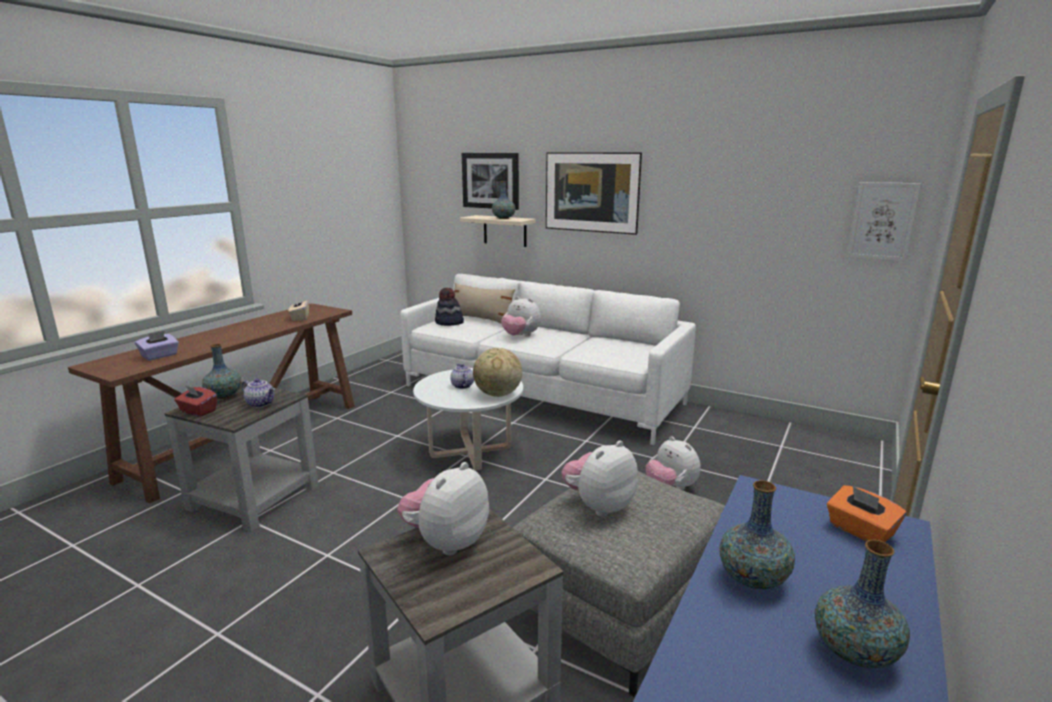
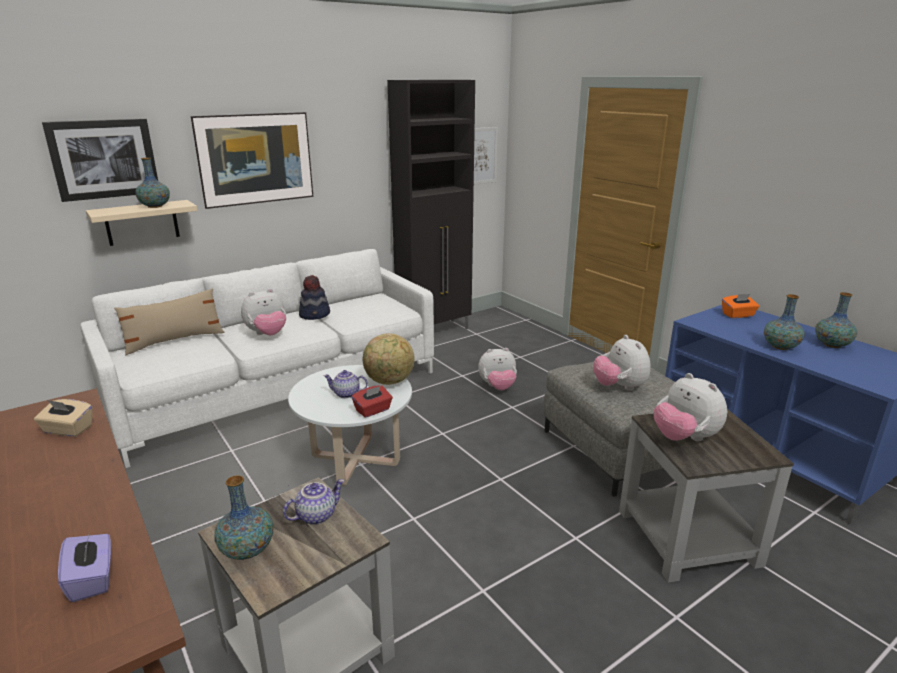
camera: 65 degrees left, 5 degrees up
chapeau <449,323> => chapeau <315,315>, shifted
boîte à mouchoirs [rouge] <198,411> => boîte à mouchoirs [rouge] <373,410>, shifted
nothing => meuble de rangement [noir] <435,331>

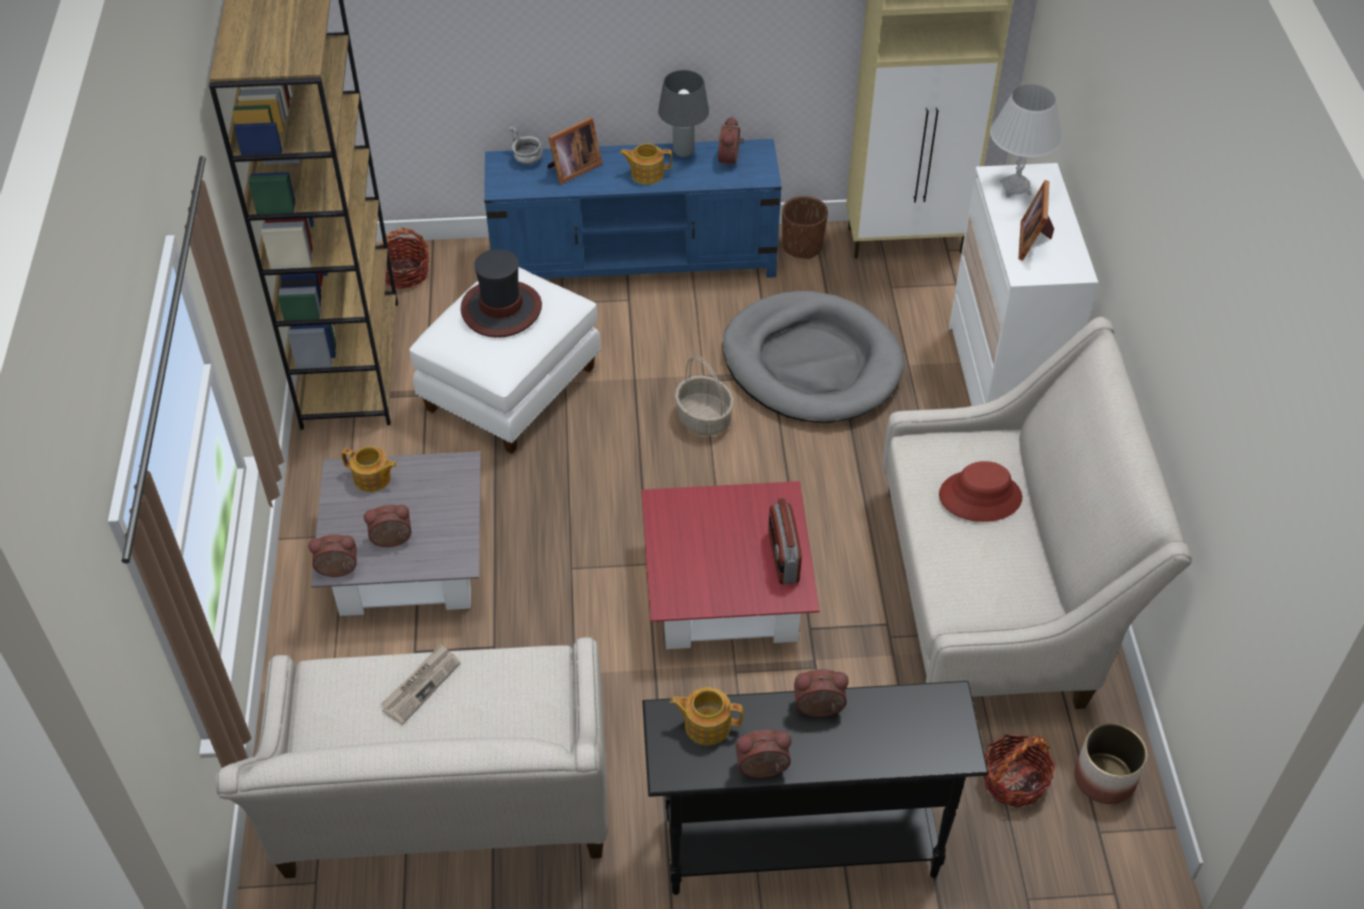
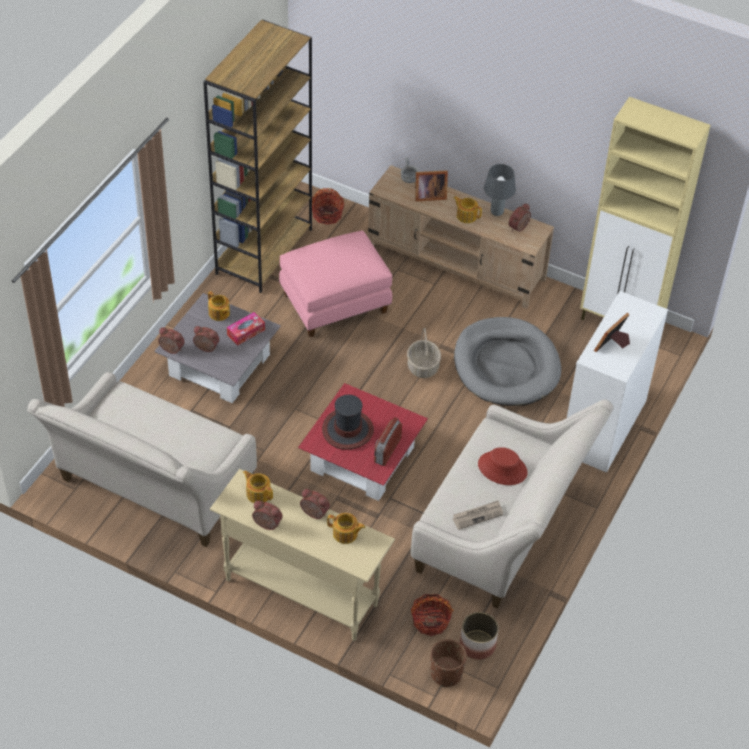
camera: 30 degrees right, 0 degrees up
table console [noir] <799,845> => table console [beige] <301,591>
nothing => boîte à mouchoirs <246,332>
pouf [blanc] <510,388> => pouf [rose] <335,302>
chapeau <501,309> => chapeau <347,430>, shifted
nothing => théière <345,534>
meuble télé [bleu] <635,259> => meuble télé [beige] <456,263>
cache-pot [marron] <802,246> => cache-pot [marron] <446,674>, shifted
journal <421,685> => journal <477,515>, shifted
lampe de table [blanc] <1015,188> => nothing

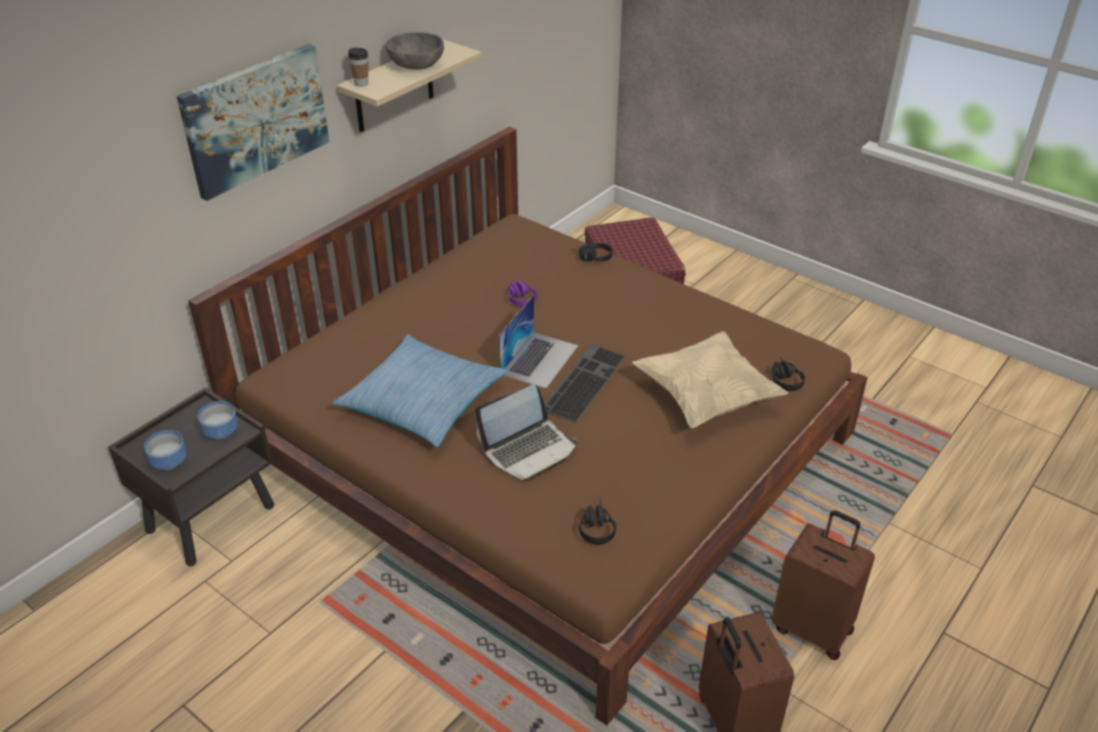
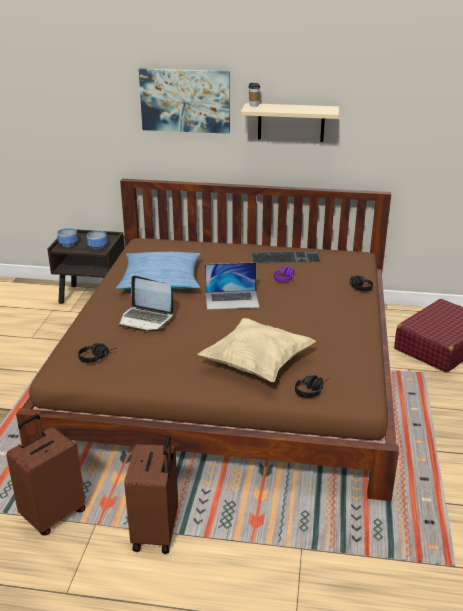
camera: 60 degrees right, 10 degrees down
clavier <582,381> => clavier <286,257>, shifted
bol [gris] <416,65> => nothing

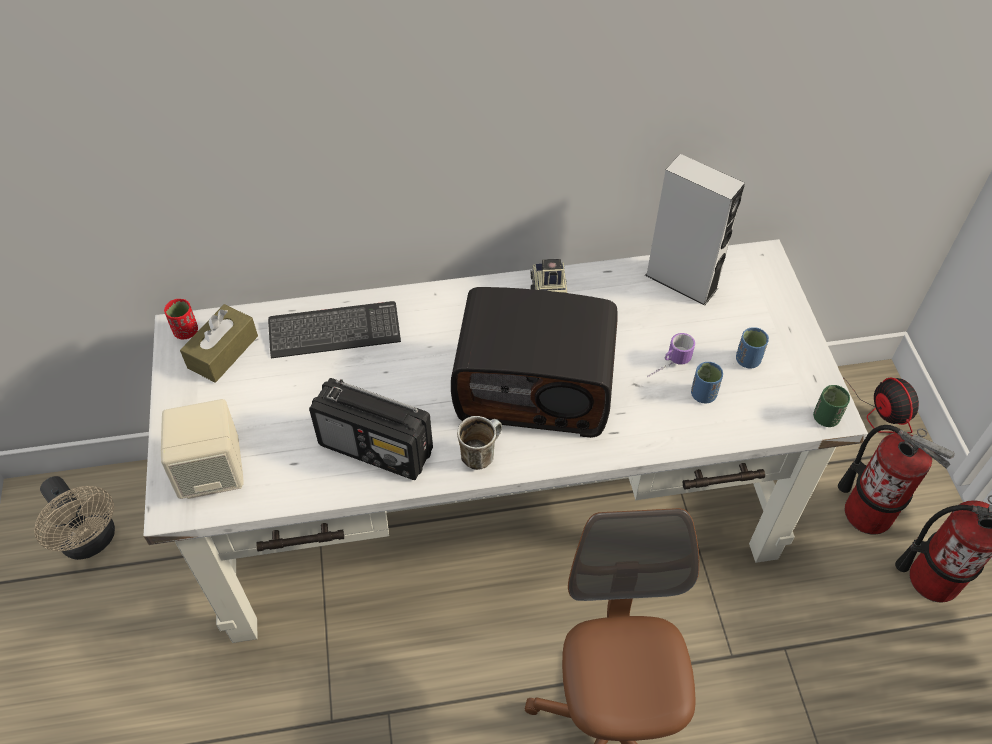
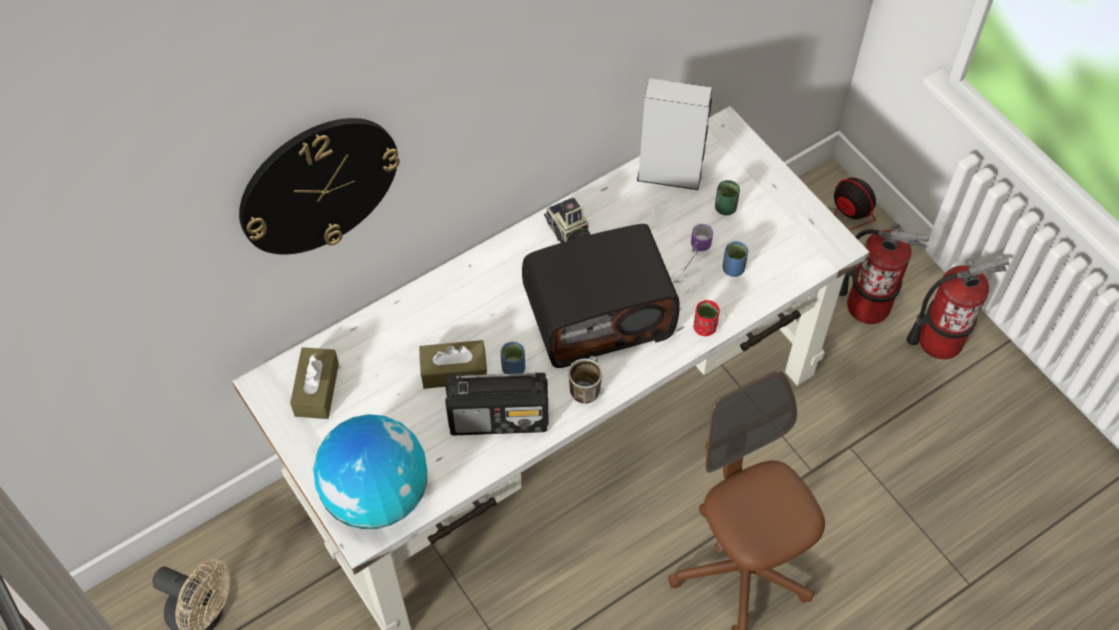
camera: 25 degrees left, 5 degrees up
nothing => horloge murale <318,185>
enceinte [beige] <213,472> => globe <377,494>
nothing => boîte à mouchoirs [marron] <454,371>
tasse [bleu] <747,360> => tasse [bleu] <513,368>, shifted
tasse [rouge] <186,331> => tasse [rouge] <704,327>, shifted
tasse [vert] <825,417> => tasse [vert] <725,208>, shifted
clavier <334,332> => nothing

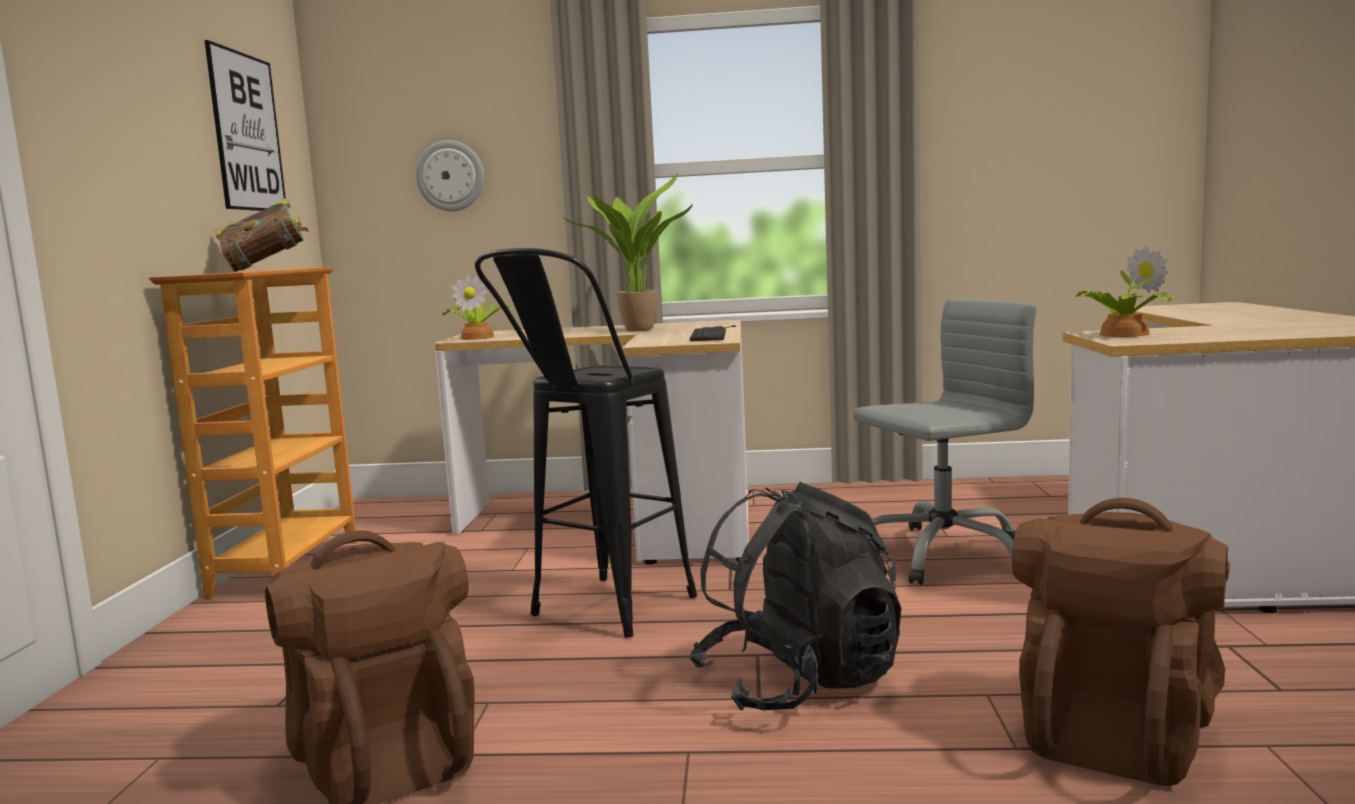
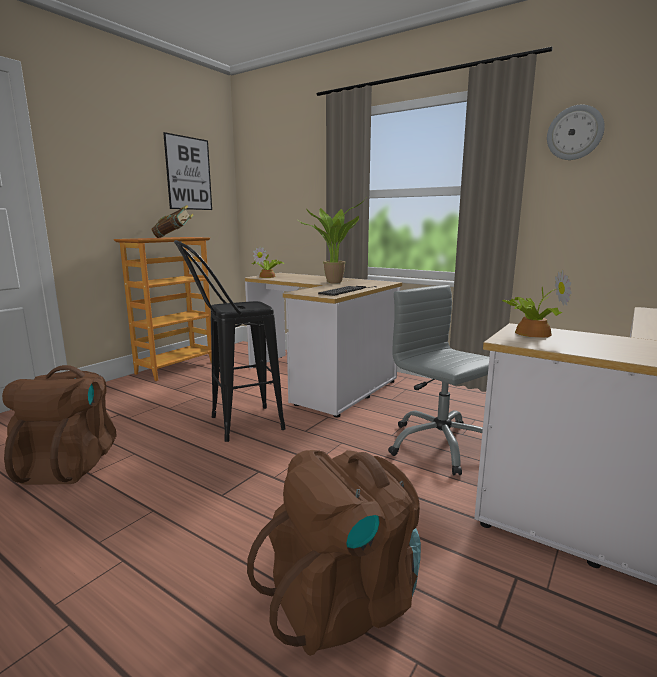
camera: 30 degrees right, 5 degrees up
chaise de bureau [gris] <943,555> => chaise de bureau [gris] <440,445>, 135 degrees counterclockwise
horloge murale <450,176> => horloge murale <575,133>, shifted
sac à dos [noir] <799,682> => nothing

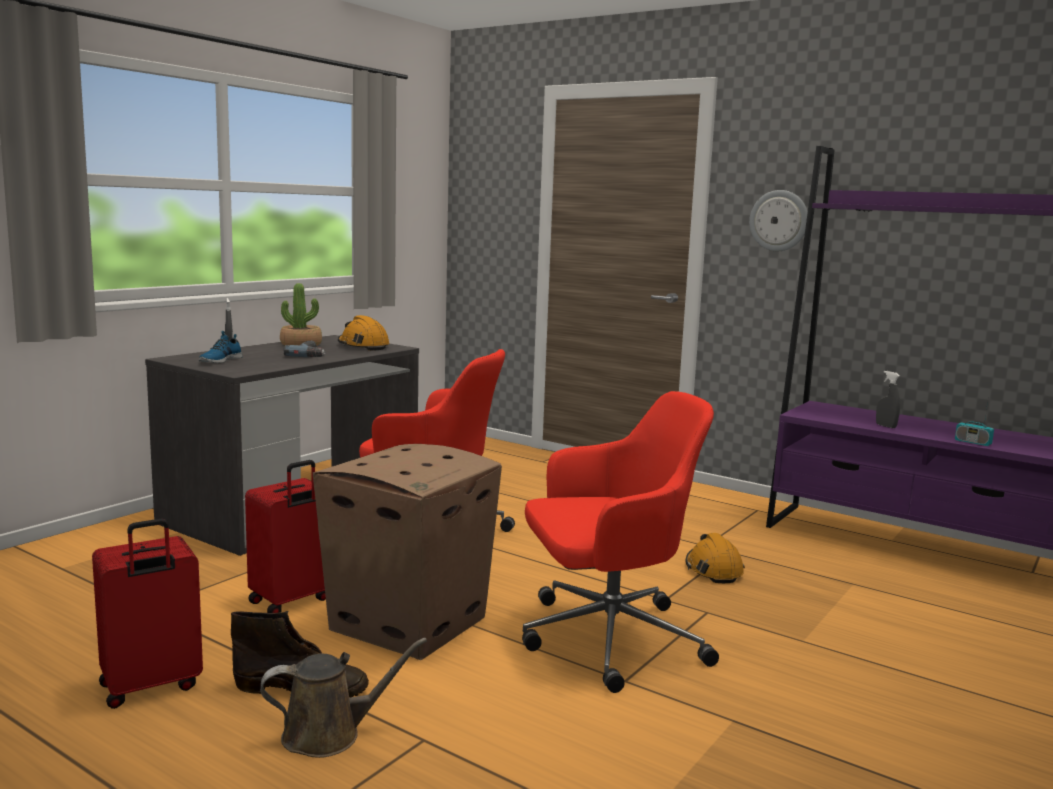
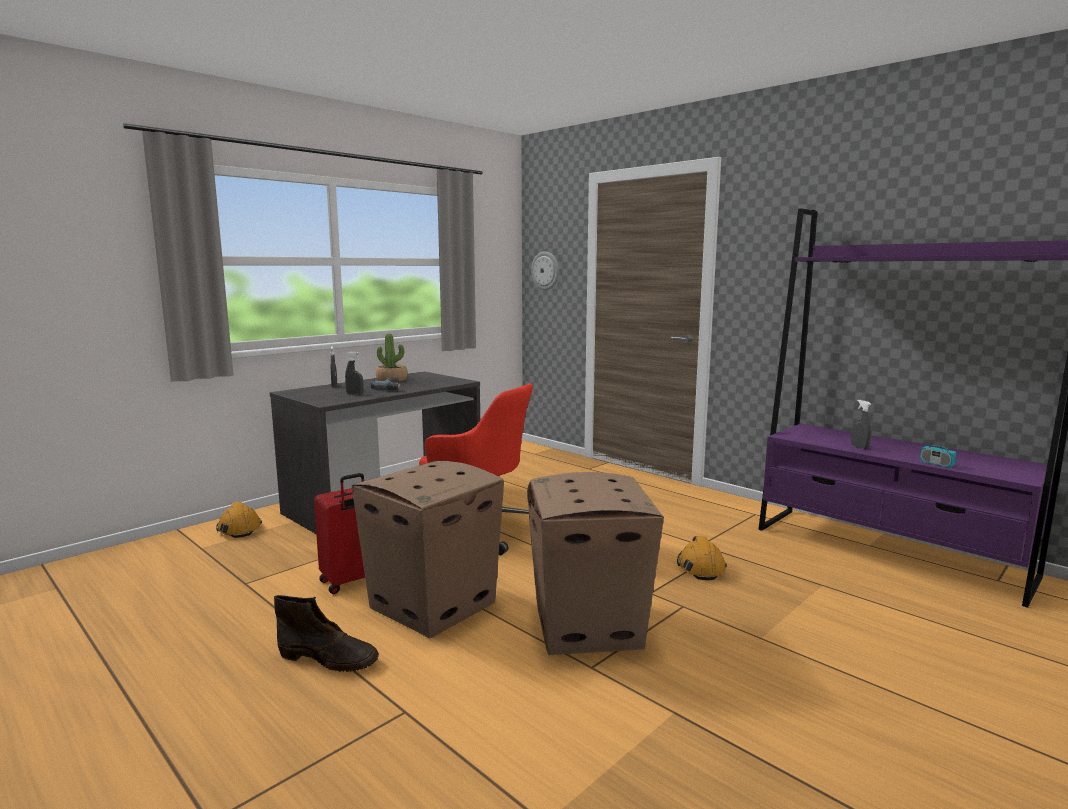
camera: 10 degrees right, 0 degrees up
casque de chantier [orange] <363,346> => casque de chantier [orange] <239,528>, shifted
nothing => vaporisateur [gris] <354,394>
chaise de bureau [rouge] <607,639> => carton <588,627>
horloge murale <779,220> => horloge murale <546,270>, shifted
valise [rouge] <151,687> => nothing
chaussure <219,360> => nothing
arrosoir [marron] <329,735> => nothing

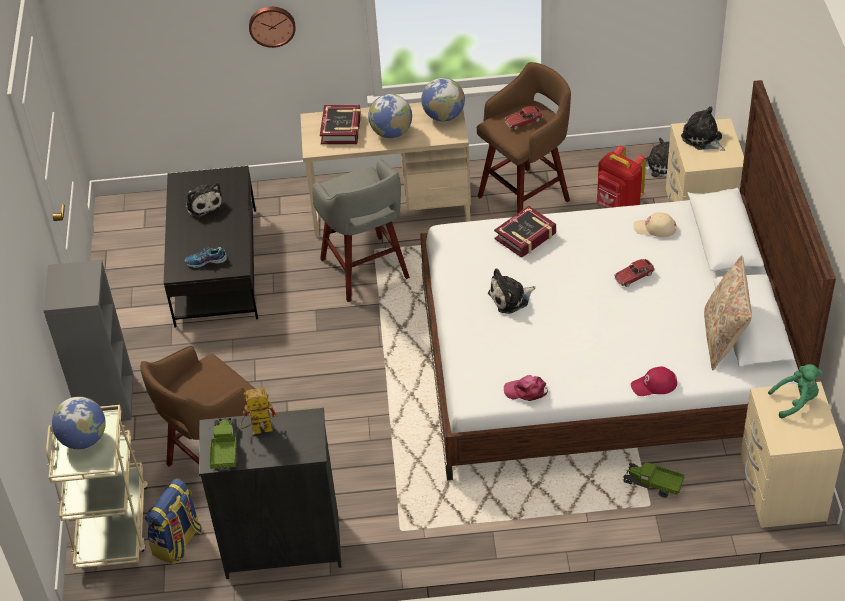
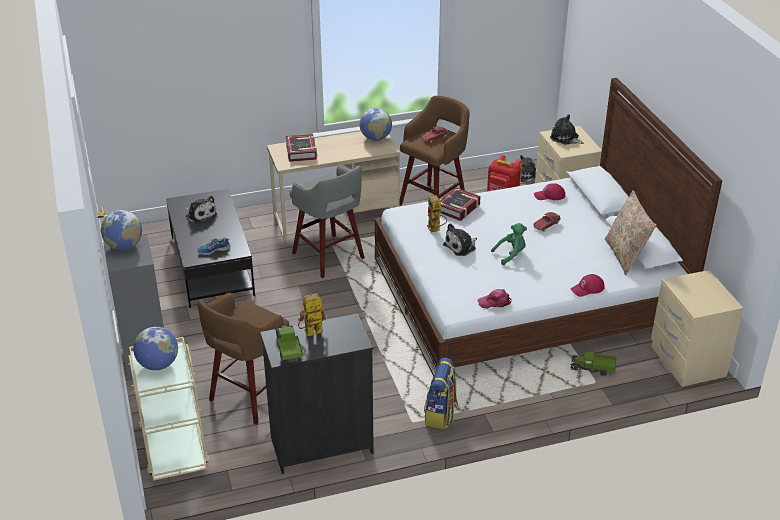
camera: 15 degrees left, 10 degrees down
globe <391,133> => globe <124,246>, shifted
sac à dos <178,543> => sac à dos <441,415>, shifted
nothing => robot jouet <435,229>
peluche [vert] <796,401> => peluche [vert] <511,254>, shifted
casquette [beige] <655,228> => casquette [rouge] <549,195>
horloge murale <272,25> => nothing

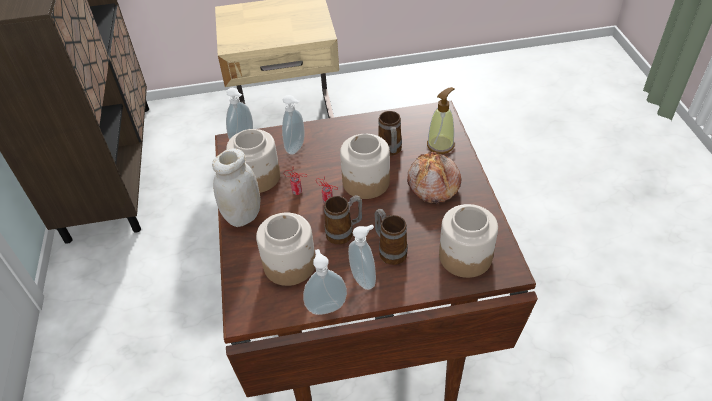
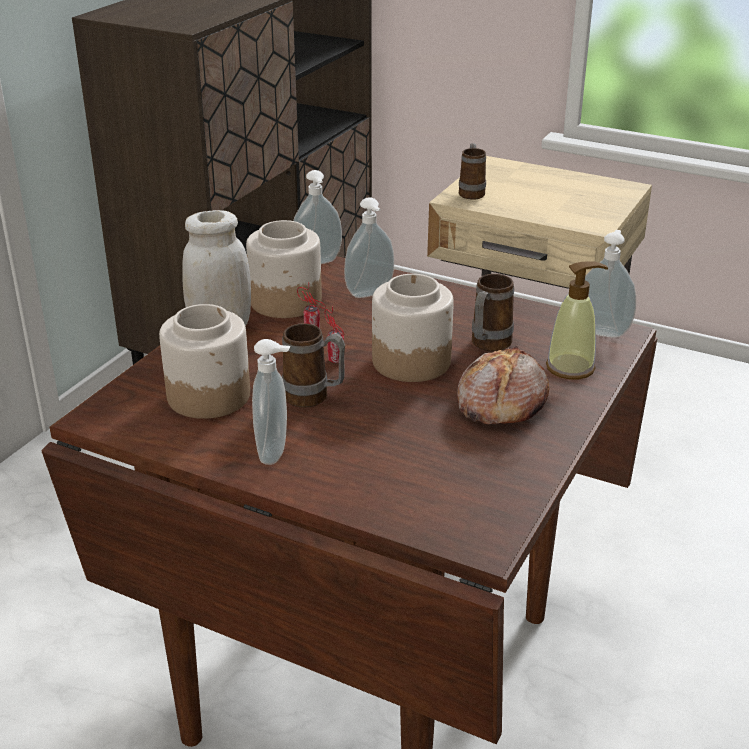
camera: 35 degrees right, 15 degrees down
mug <389,250> => mug <471,192>, shifted
distributeur de savon <326,306> => distributeur de savon <603,331>, shifted
bocal <465,256> => nothing

